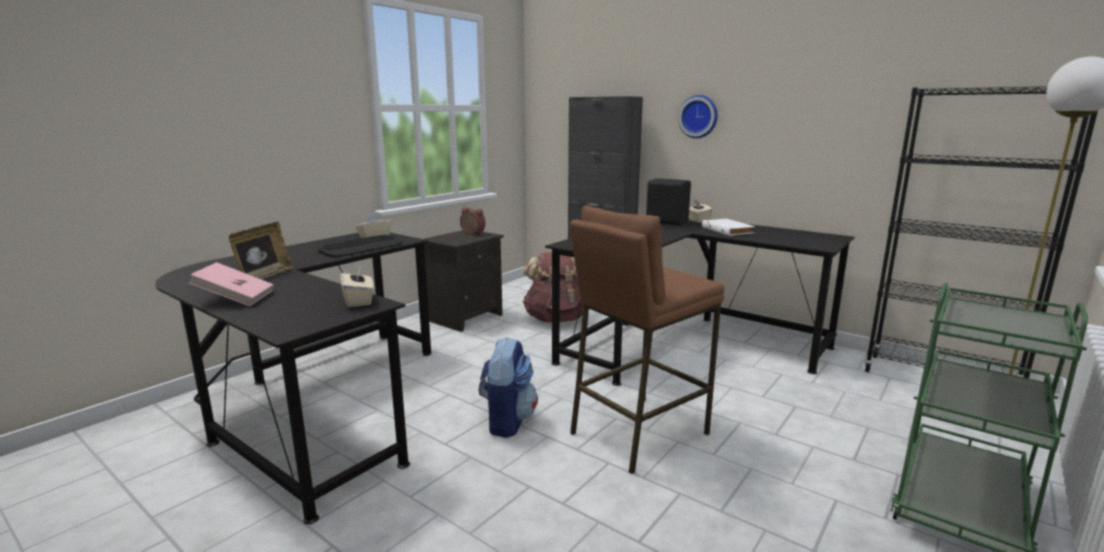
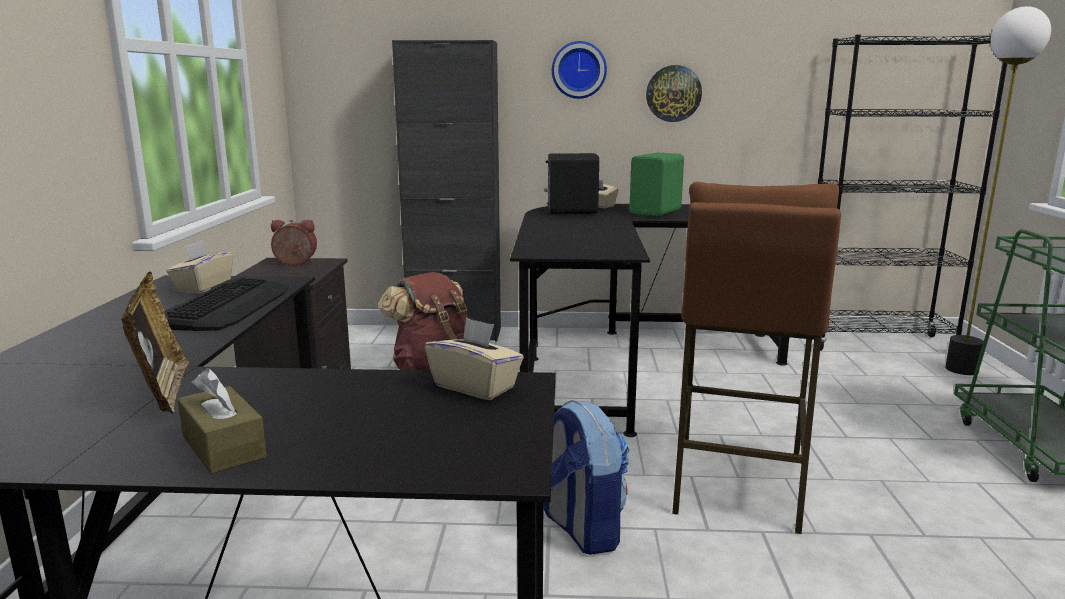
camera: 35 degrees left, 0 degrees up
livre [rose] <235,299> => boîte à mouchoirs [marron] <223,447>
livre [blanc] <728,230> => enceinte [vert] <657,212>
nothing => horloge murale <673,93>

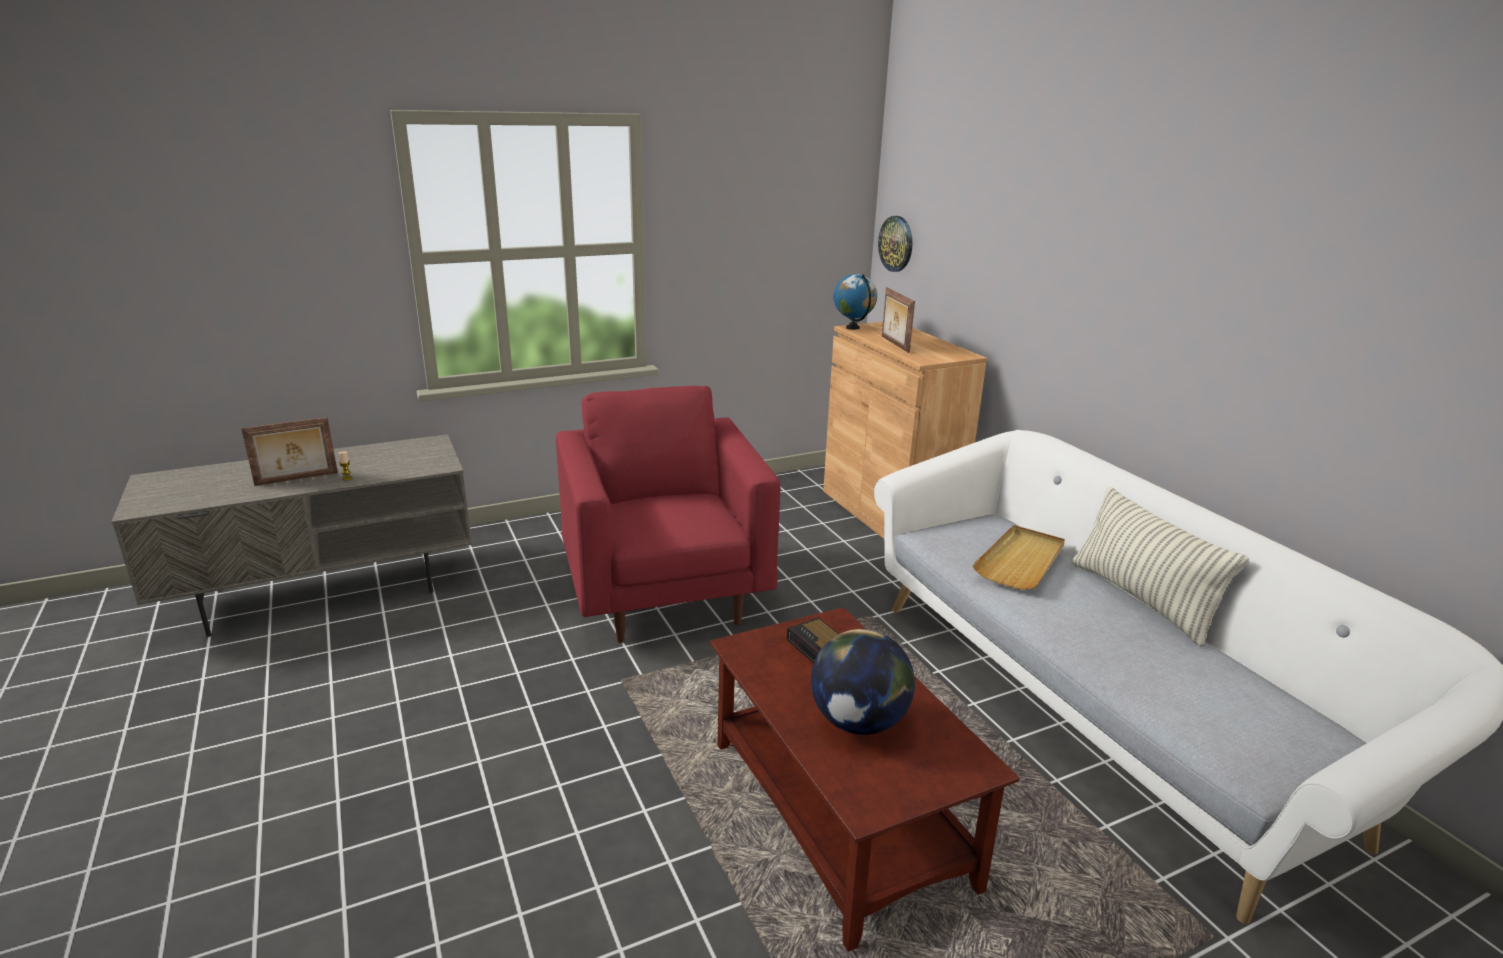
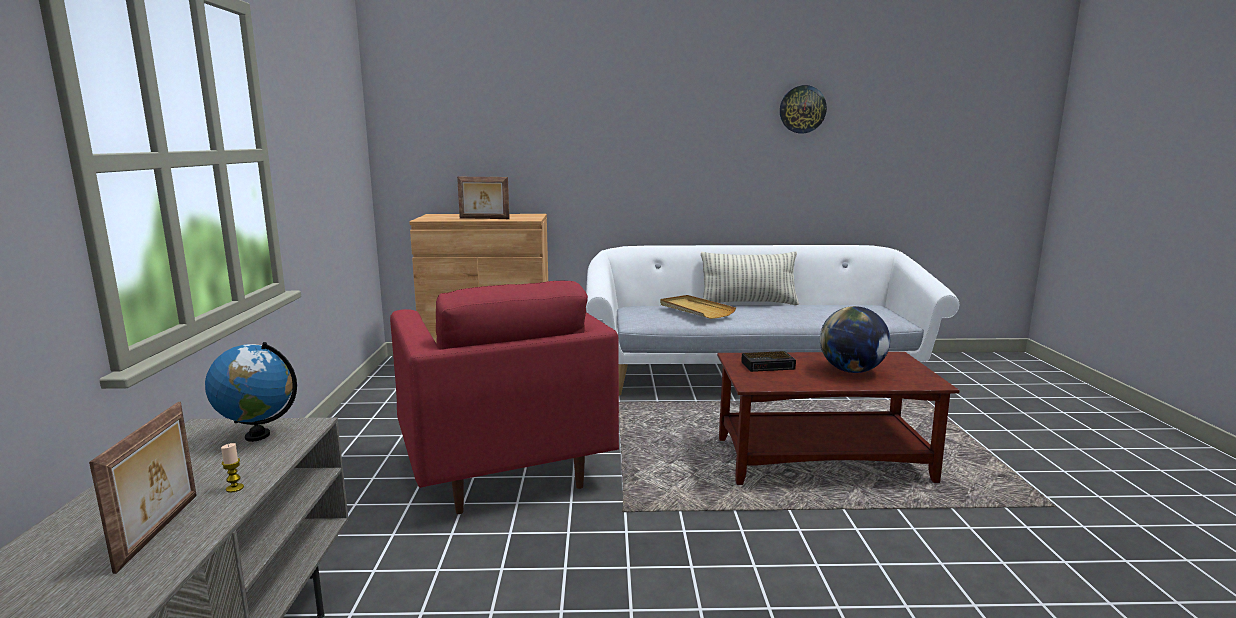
camera: 65 degrees left, 10 degrees down
globe <853,328> => globe <258,435>, shifted
fauteuil [rouge] <665,593> => fauteuil [rouge] <503,468>, 120 degrees counterclockwise
horloge murale <896,243> => horloge murale <802,109>, shifted

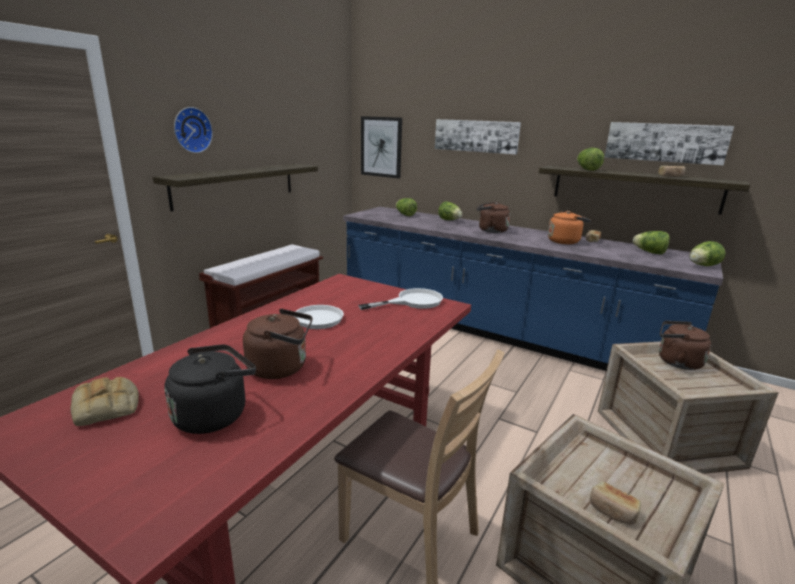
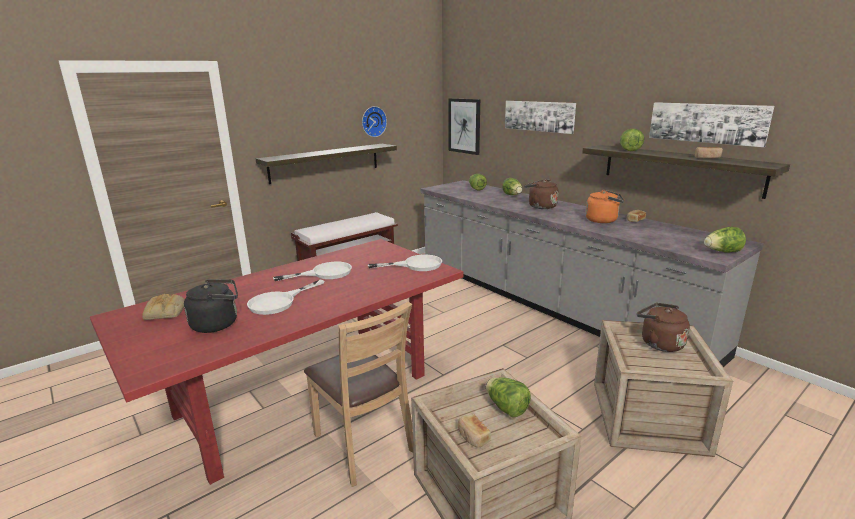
camera: 20 degrees right, 0 degrees up
bouilloire [marron] <281,368> => poêle [blanc] <279,302>
horloge murale <191,130> => horloge murale <373,121>, shifted
comptoir de cuisine [bleu] <496,331> => comptoir de cuisine [gris] <548,304>
laitue <649,252> => laitue <506,408>, shifted

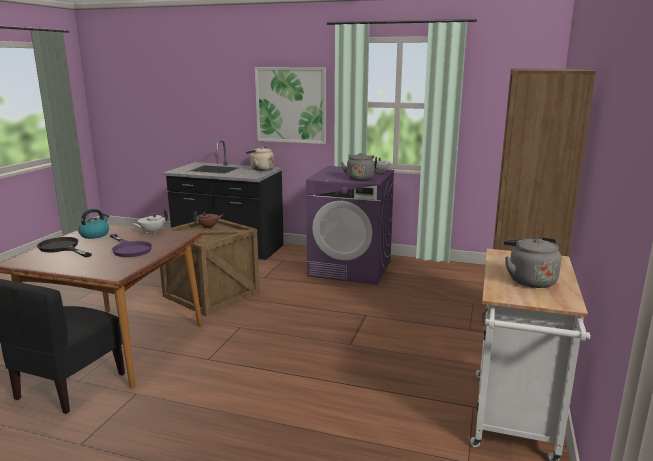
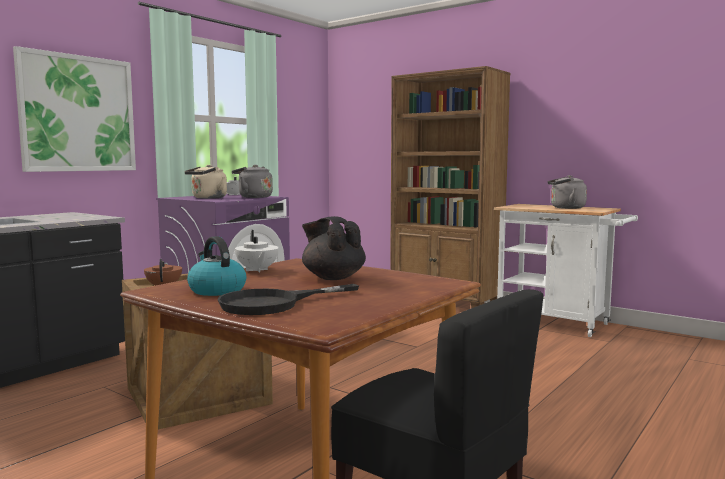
camera: 70 degrees left, 10 degrees down
bouilloire [beige] <260,169> => bouilloire [beige] <207,198>, shifted
poêle [violet] <130,249> => théière [noir] <333,277>

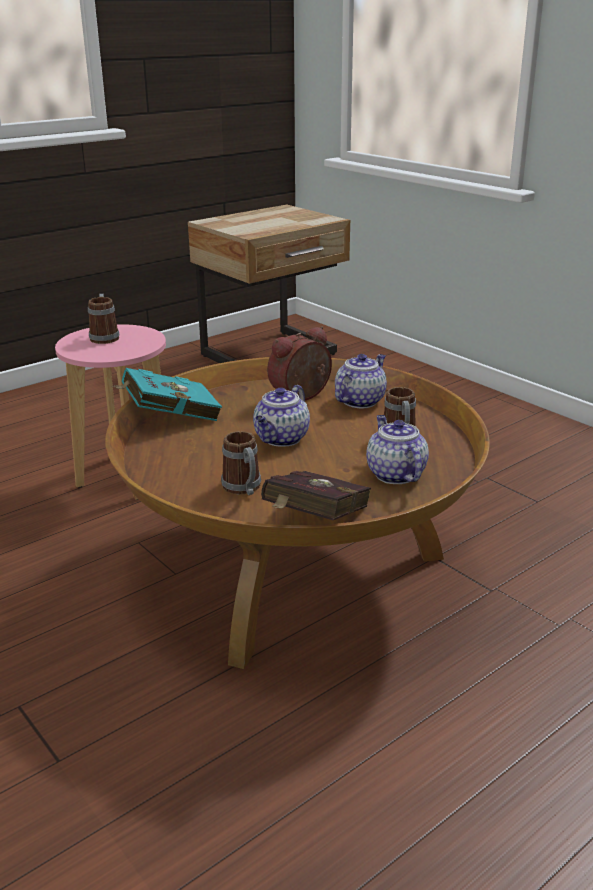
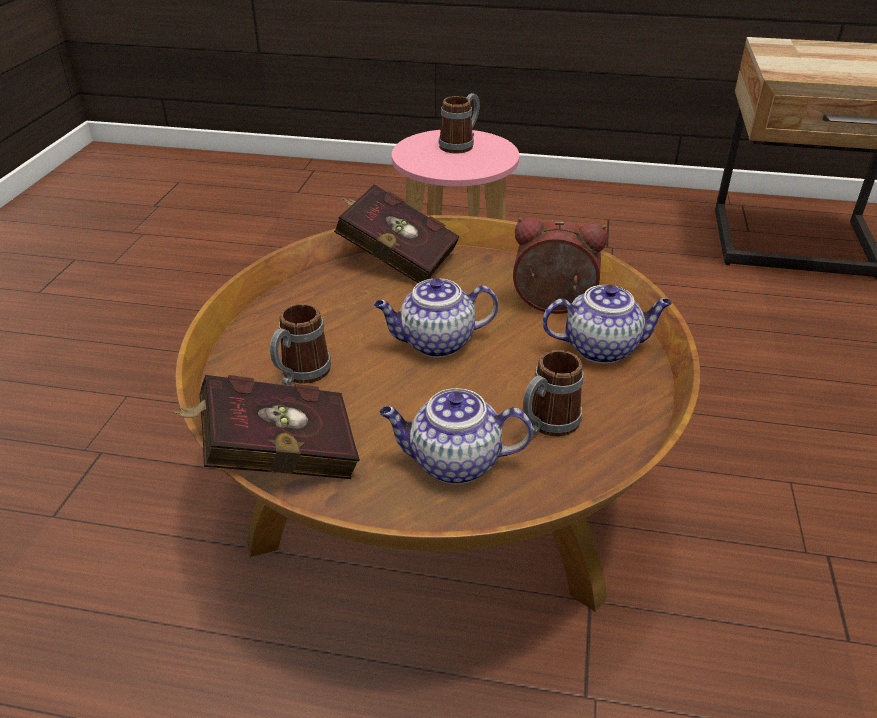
camera: 50 degrees right, 10 degrees up
livre [turquoise] <168,417> => livre [rouge] <394,258>
théière <394,474> => théière <453,463>, 120 degrees counterclockwise

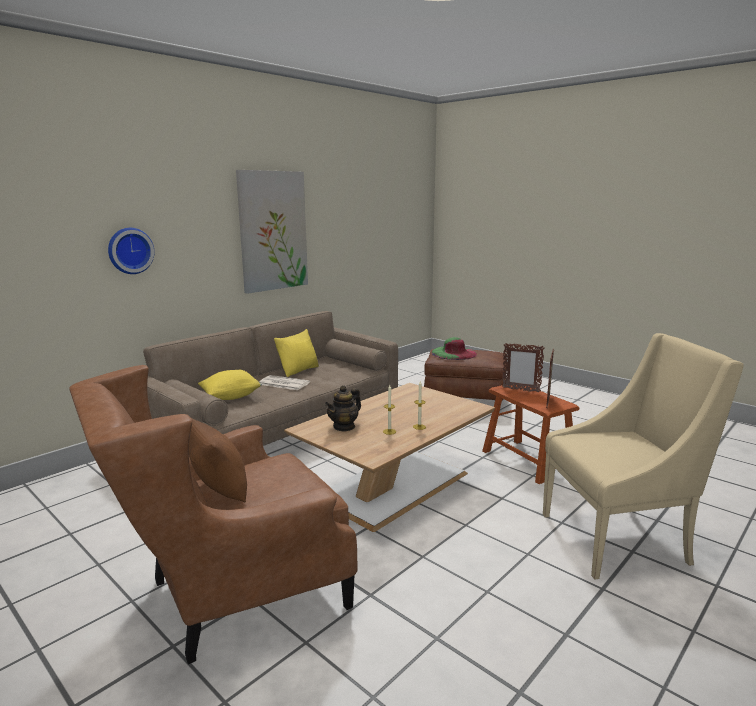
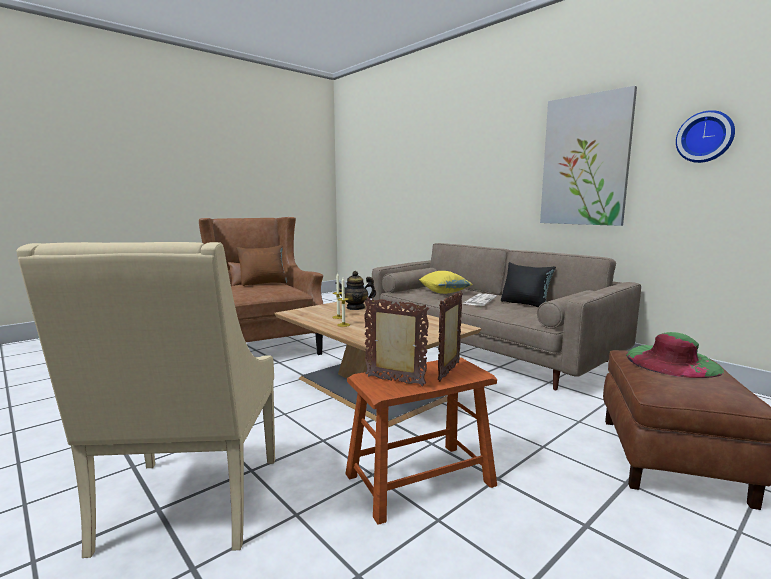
camera: 95 degrees right, 5 degrees down
théière <344,427> => théière <356,307>, 60 degrees counterclockwise
coussin [jaune] <298,370> => coussin [noir] <525,304>
horloge murale <130,250> => horloge murale <705,137>, shifted

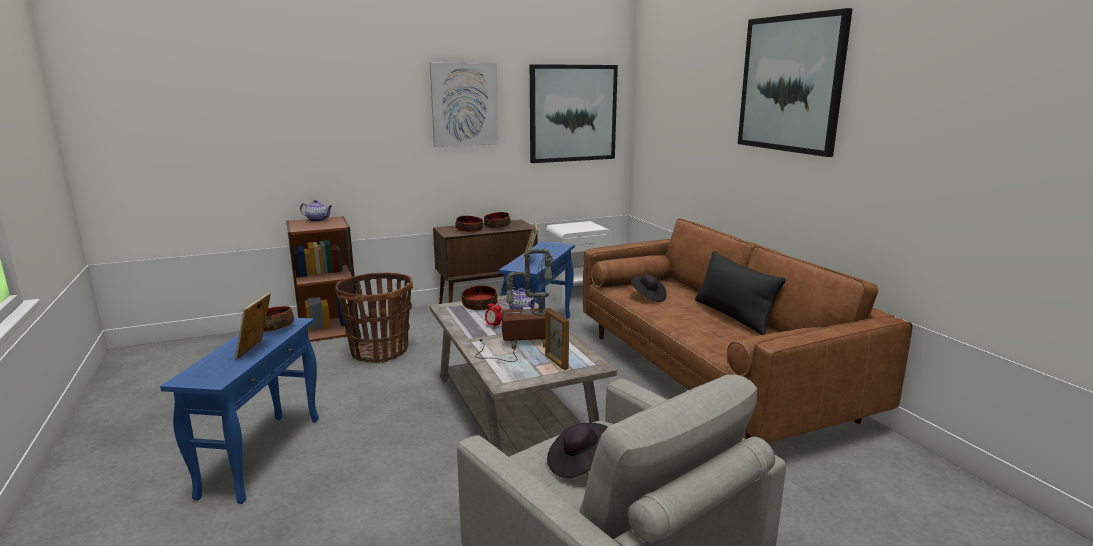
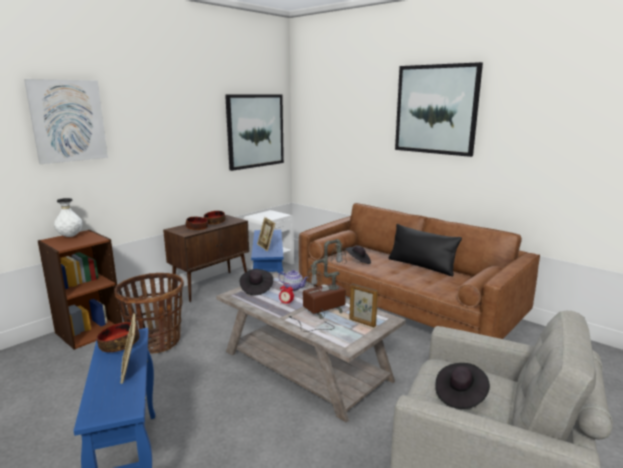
camera: 25 degrees left, 0 degrees up
tableau <464,104> => tableau <68,121>, shifted
théière <318,220> => vase [blanc] <70,236>
bol <479,305> => chapeau [noir] <256,289>

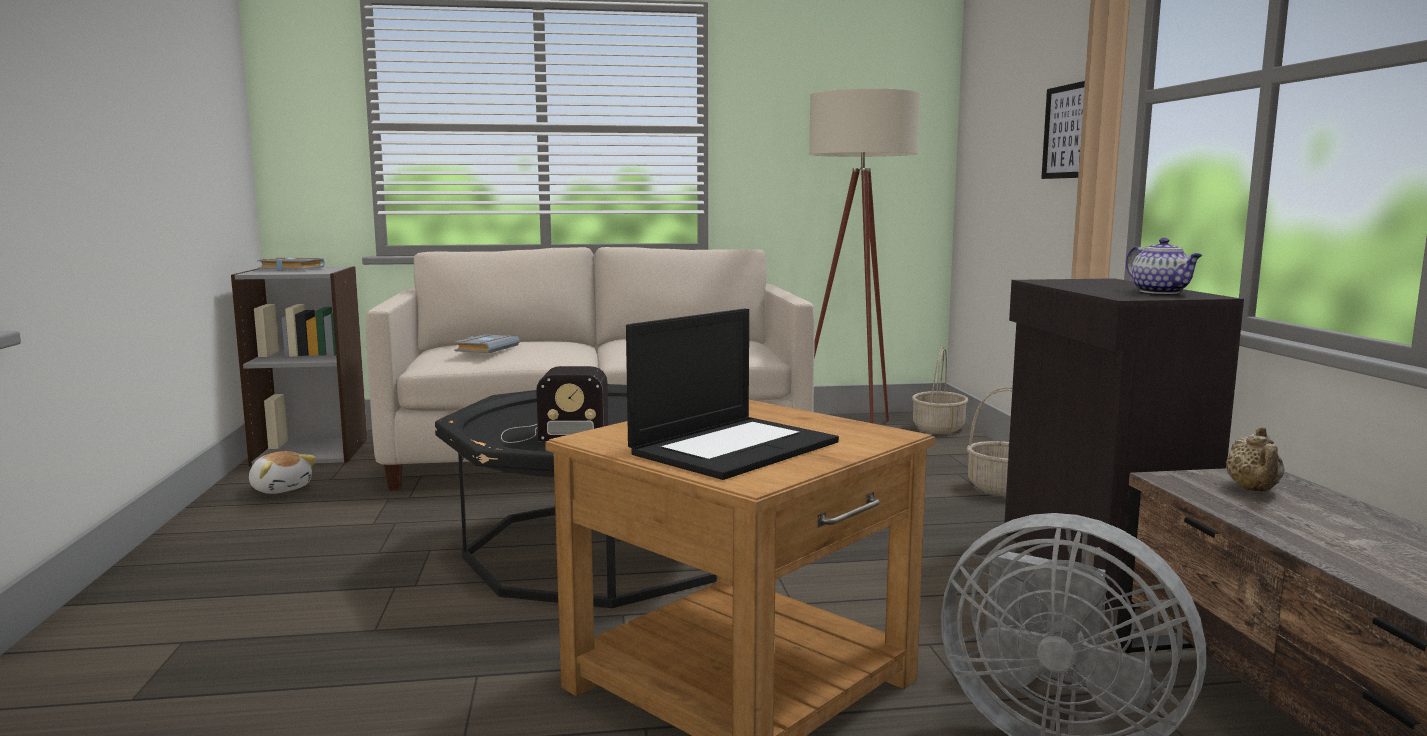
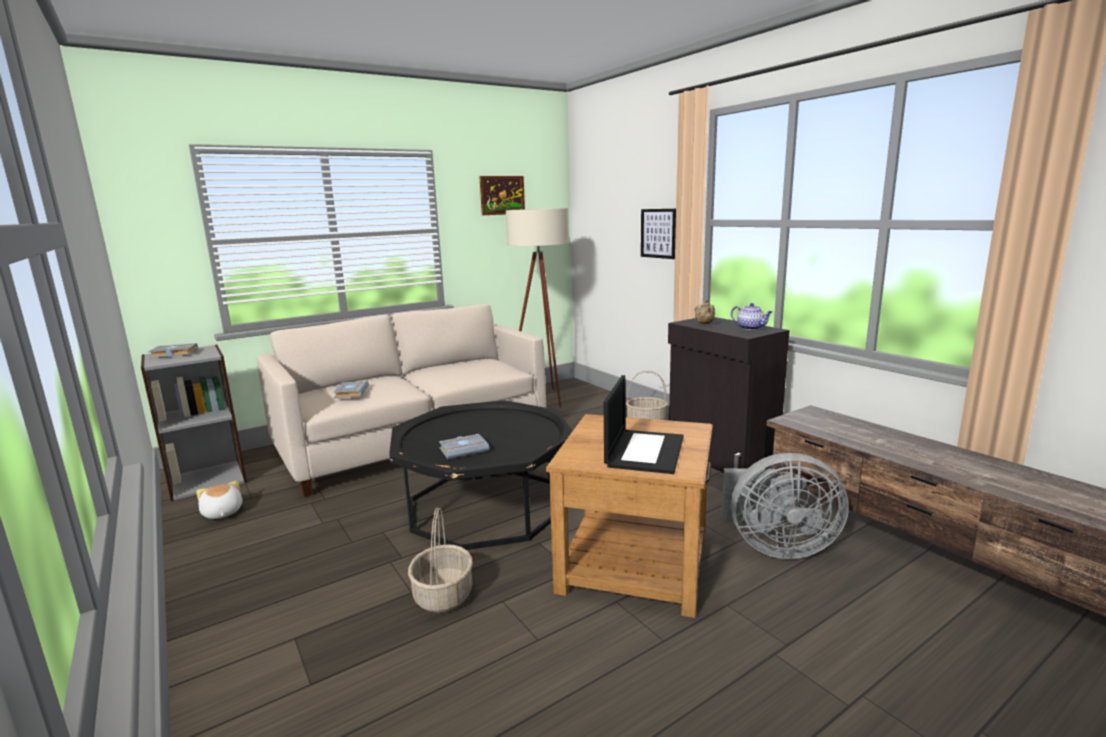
camera: 25 degrees left, 5 degrees up
peluche <281,488> => peluche <221,513>, 135 degrees counterclockwise
panier <938,428> => panier <442,595>, shifted
radio <550,435> => livre [gris] <464,449>
nothing => tableau <502,195>
théière [beige] <1253,490> => théière [beige] <705,324>, shifted

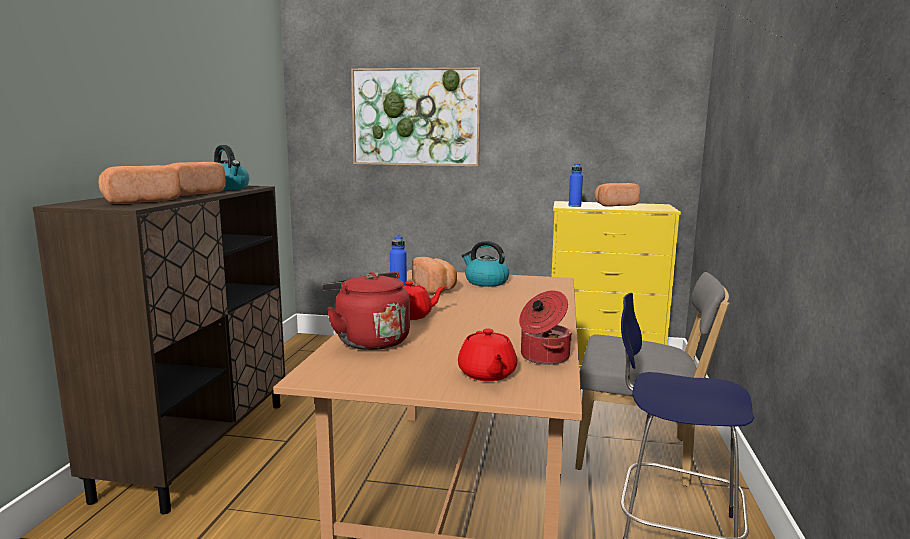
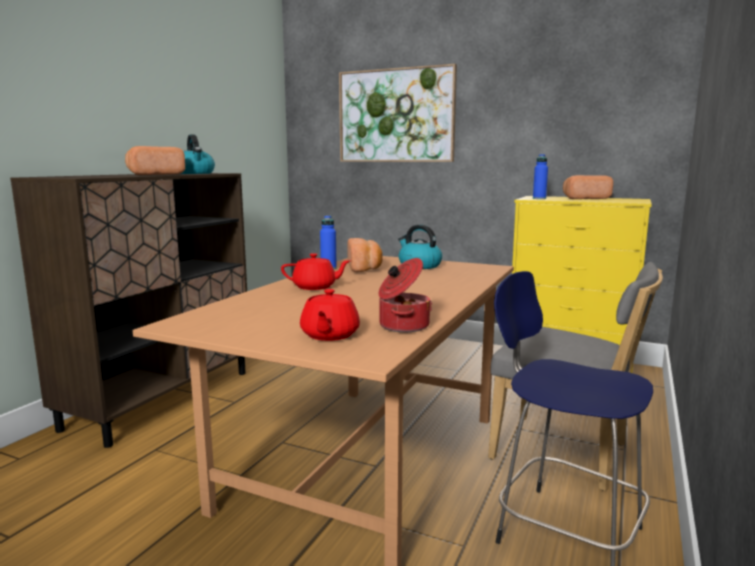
camera: 15 degrees right, 0 degrees up
pain <139,201> => nothing
bouilloire [rouge] <369,340> => nothing

